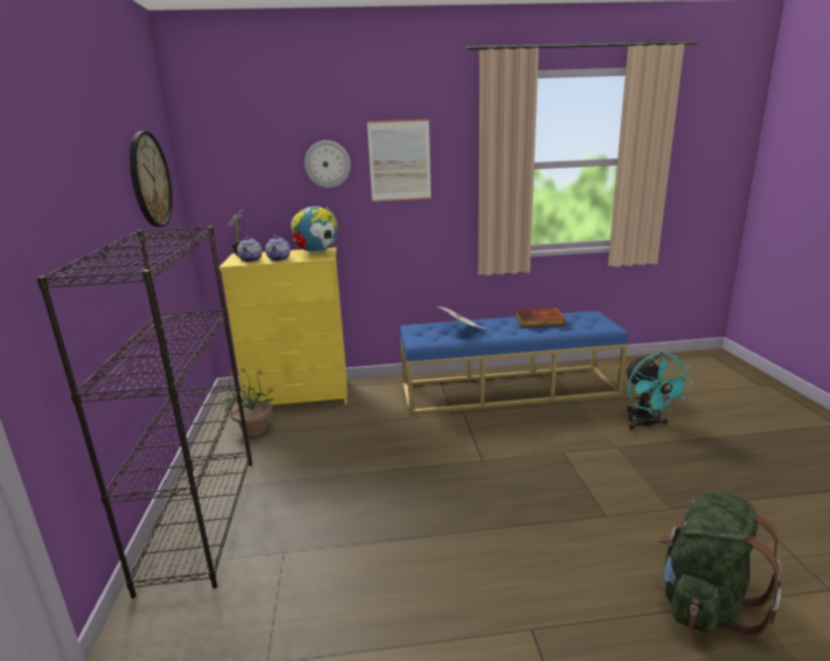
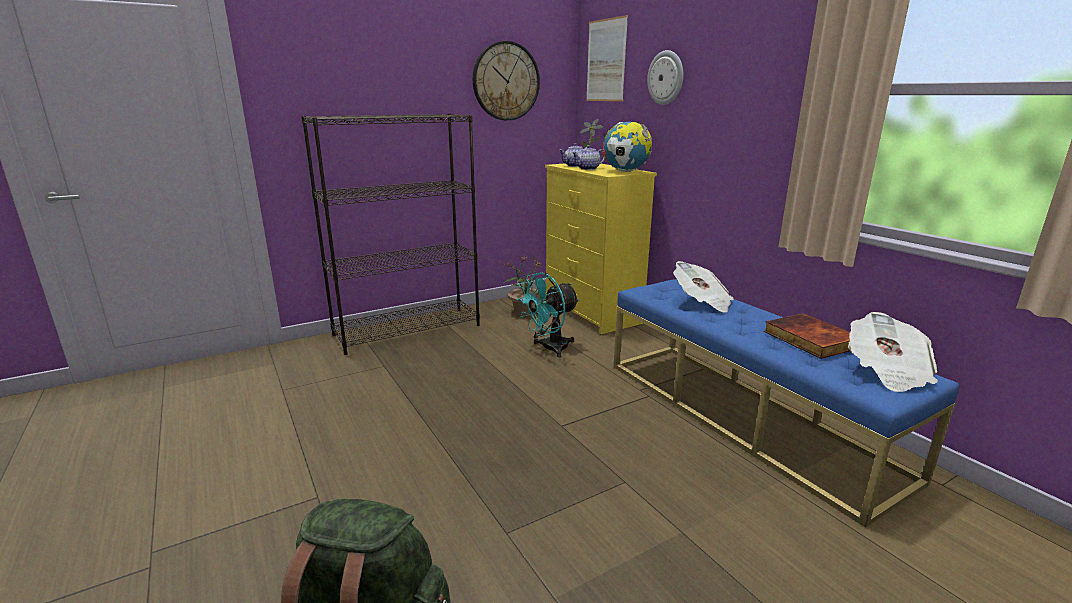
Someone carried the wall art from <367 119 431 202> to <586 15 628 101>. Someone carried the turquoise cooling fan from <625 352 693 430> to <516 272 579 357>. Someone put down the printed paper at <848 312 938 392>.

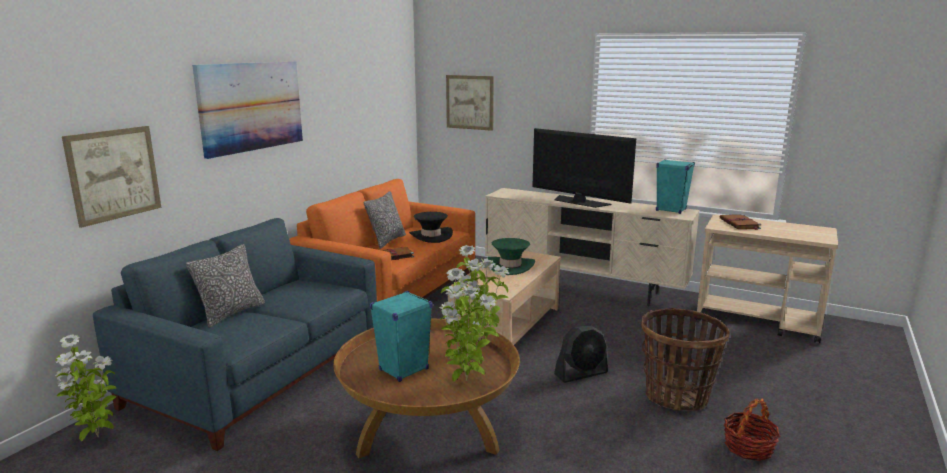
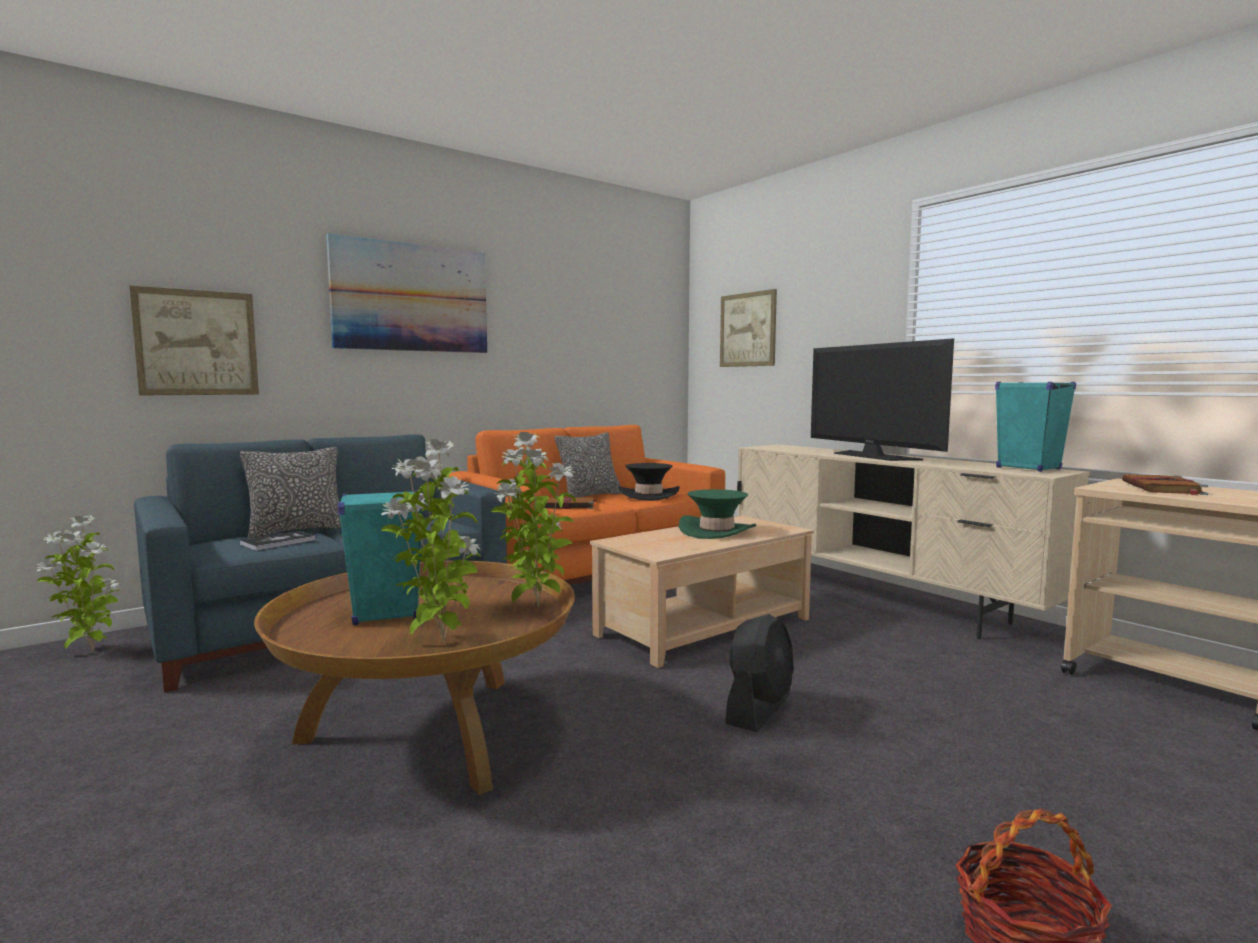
Someone took away the household basket at <641 308 730 411>. Someone rotated the black-coloured cooling fan at <554 326 608 383> by 60 degrees counterclockwise. Someone put down the bound book at <240 531 316 551>.

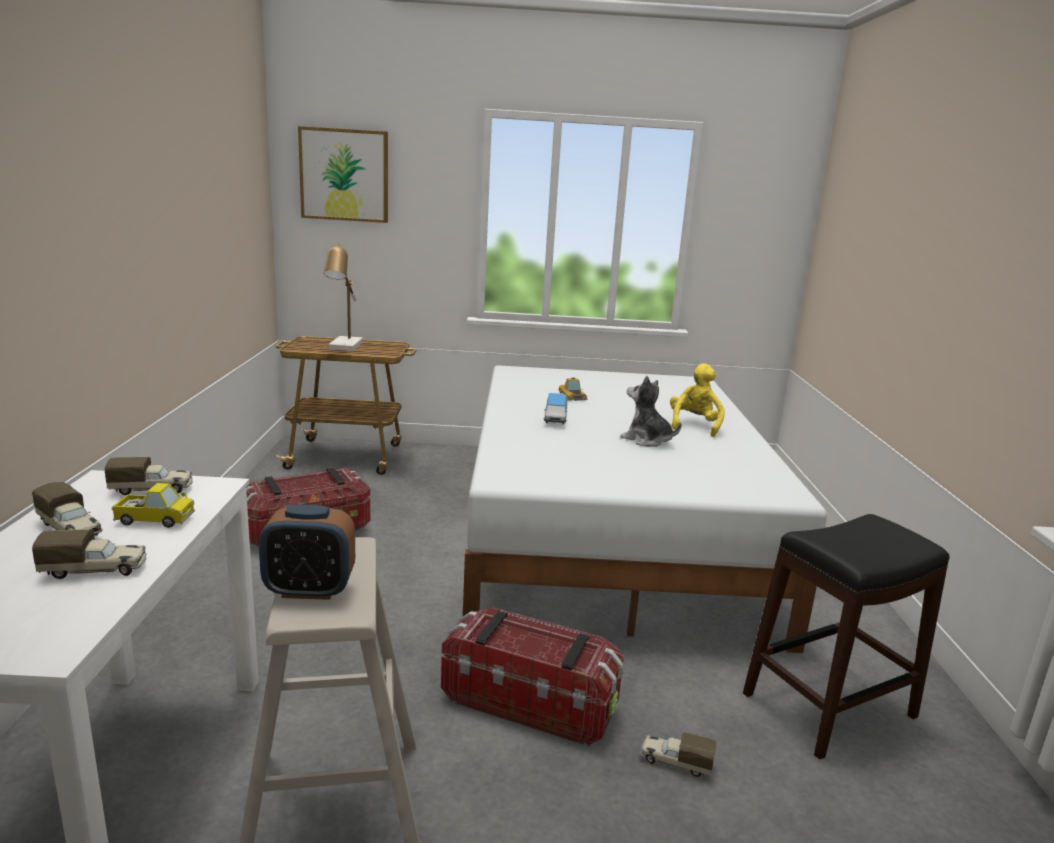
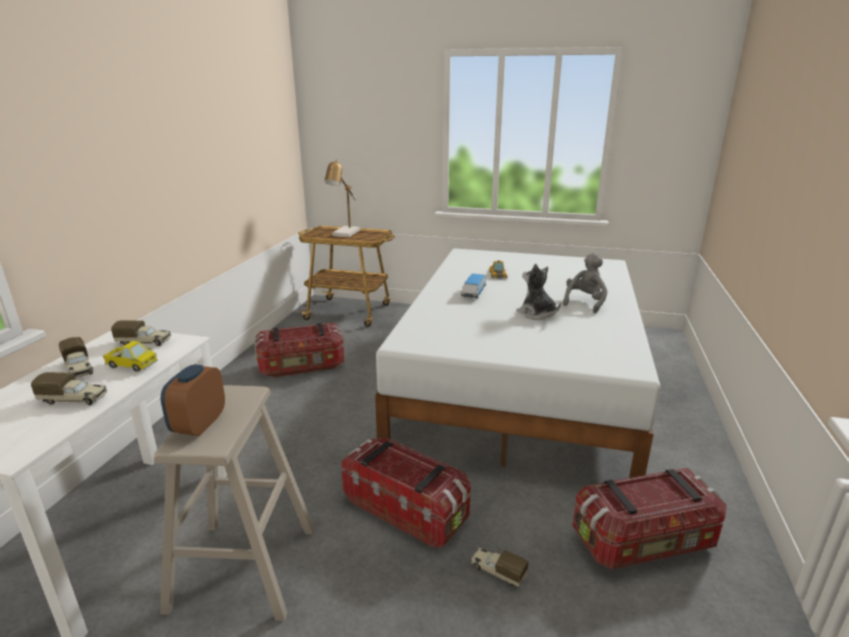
Someone took away the wall art at <298 126 388 223>. Someone repainted the yellow-coloured plush toy at <670 363 725 437>, which became the gray plush toy at <563 253 608 313>. Someone rotated the bedside clock at <259 505 355 600> by 90 degrees clockwise. Someone swapped the black-coloured sitting stool at <743 514 950 760> for the storage container at <572 468 727 569>.

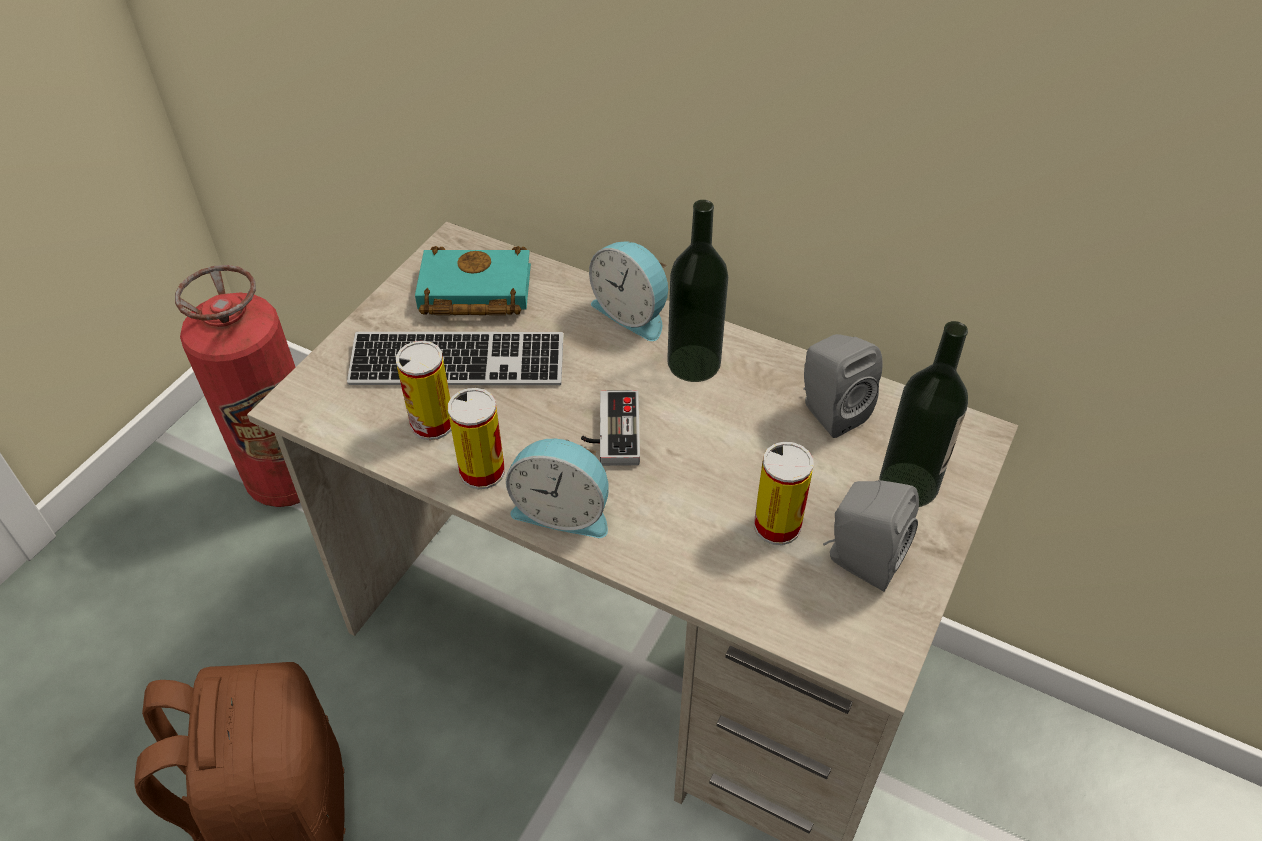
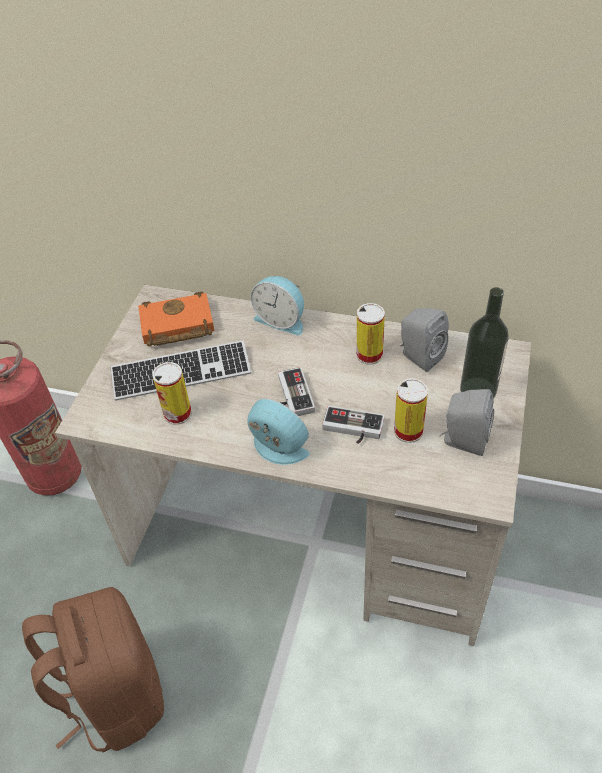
Someone took away the bottle at <667 200 728 382>. Someone repainted the turquoise bound book at <415 246 531 315>, which became the orange-coloured bound book at <138 292 214 347>. Someone carried the metal can from <448 388 505 489> to <356 303 385 364>. Someone rotated the bedside clock at <506 439 609 538> by 150 degrees counterclockwise. Someone put down the gamepad at <322 406 385 444>.

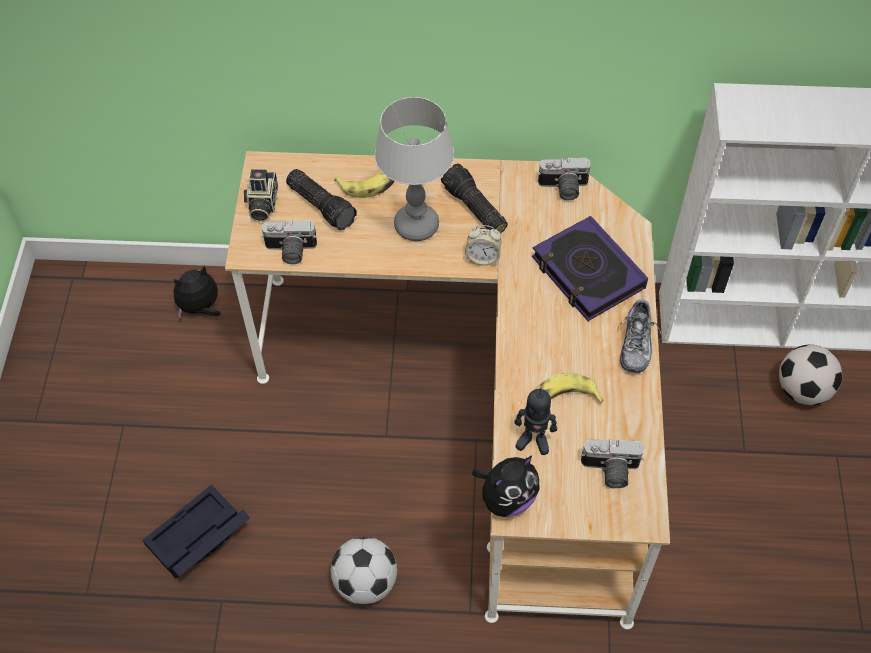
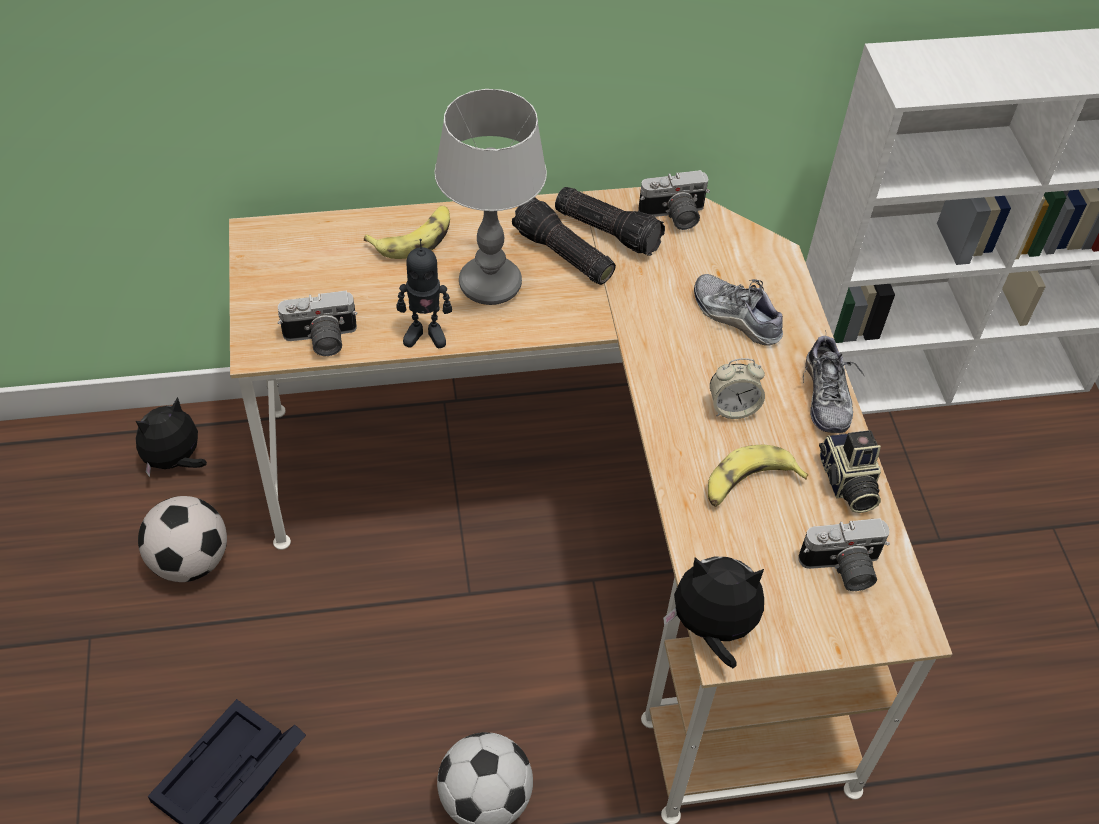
Someone carried the photo camera from <244 169 278 222> to <819 430 881 513>. Someone carried the hand torch from <286 169 357 230> to <555 187 665 256>. Someone swapped the bound book at <532 216 648 321> for the shoe at <694 274 783 346>. Someone carried the bedside clock from <465 225 501 266> to <710 358 765 419>. Someone carried the ball for football from <779 344 842 405> to <138 496 227 582>. Someone carried the model robot from <514 388 557 455> to <397 239 452 348>. Someone rotated the plush toy at <472 455 539 517> by 120 degrees counterclockwise.

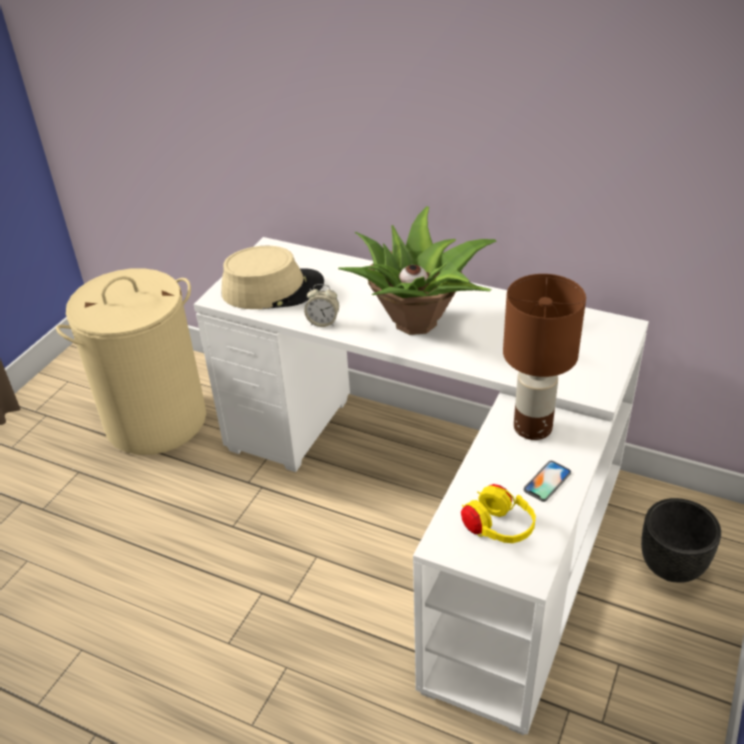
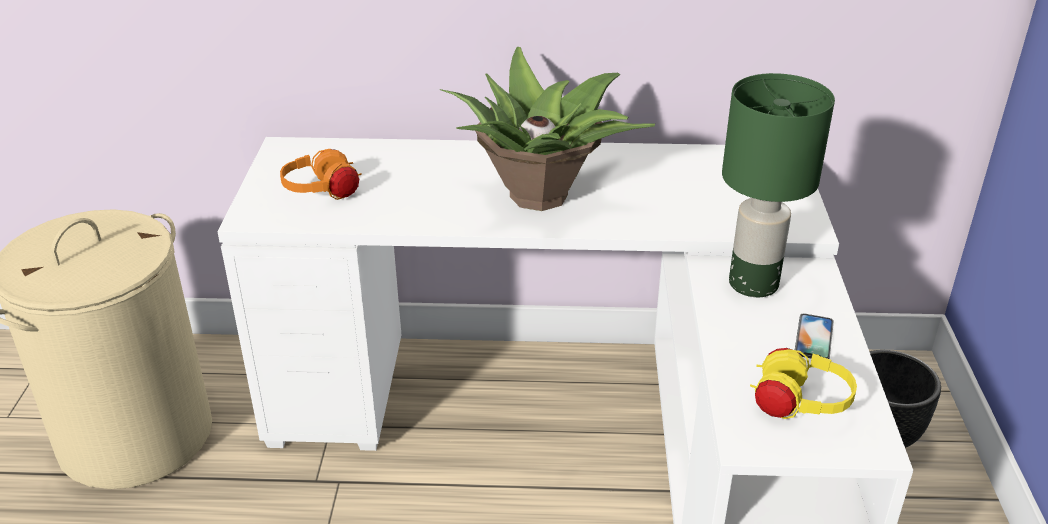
Someone swapped the beige wearable hat at <222 246 324 309> for the orange-coloured headphones at <280 149 362 200>. Someone repainted the brown-coloured lamp for a table at <503 274 586 440>, which became the greenish lamp for a table at <722 73 835 297>. Someone took away the bedside clock at <304 284 339 327>.

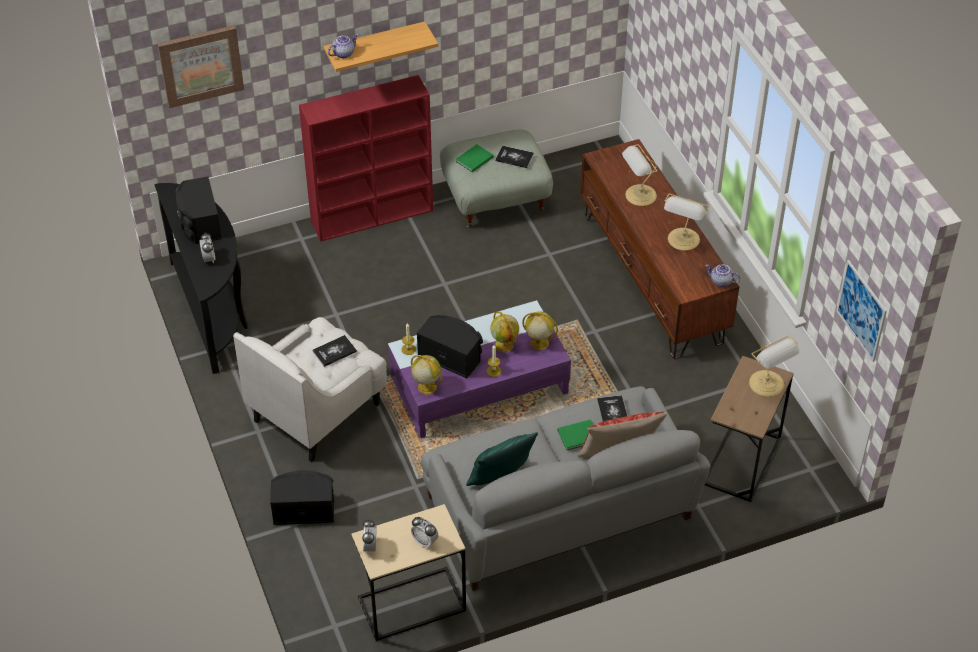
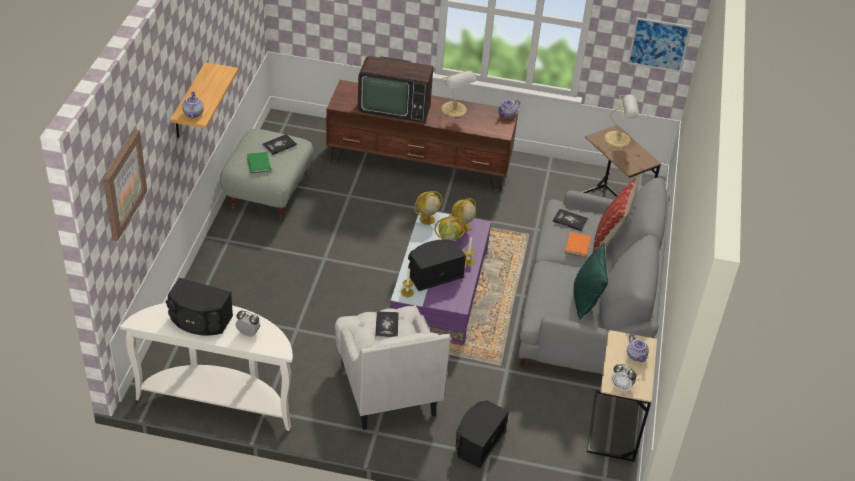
Someone took away the reddish shelving unit at <299 75 433 242>. Someone swapped the lamp for a table at <622 144 657 206> for the TV set at <358 56 433 123>. Someone repainted the black-coloured hall table at <154 183 248 374>, which became the whitish hall table at <120 303 293 431>. Someone carried the world globe from <411 355 442 395> to <414 191 443 225>. Someone repainted the greenish bound book at <557 419 593 450>, which became the orange-coloured bound book at <565 232 591 257>. Someone swapped the bedside clock at <411 517 438 548> for the tea pot at <627 334 649 362>.

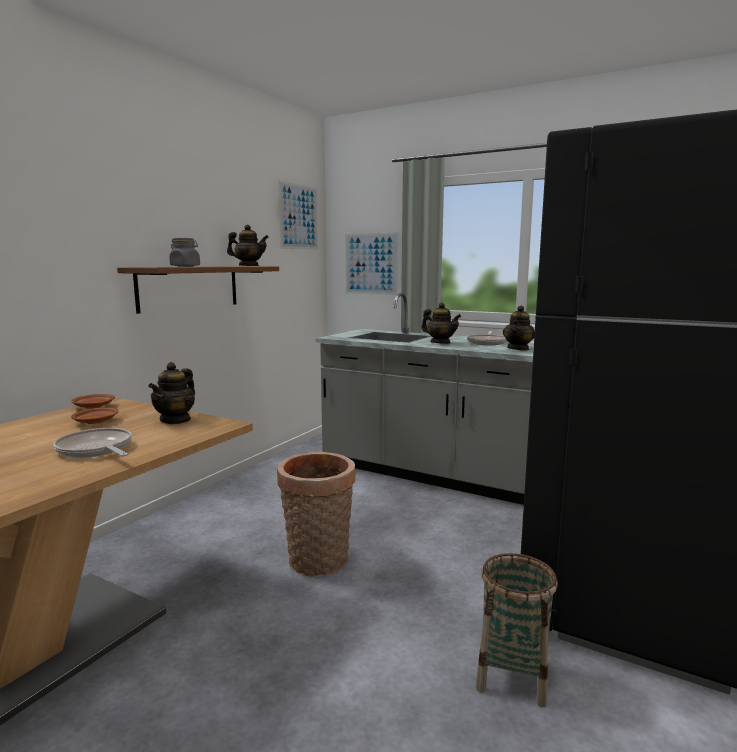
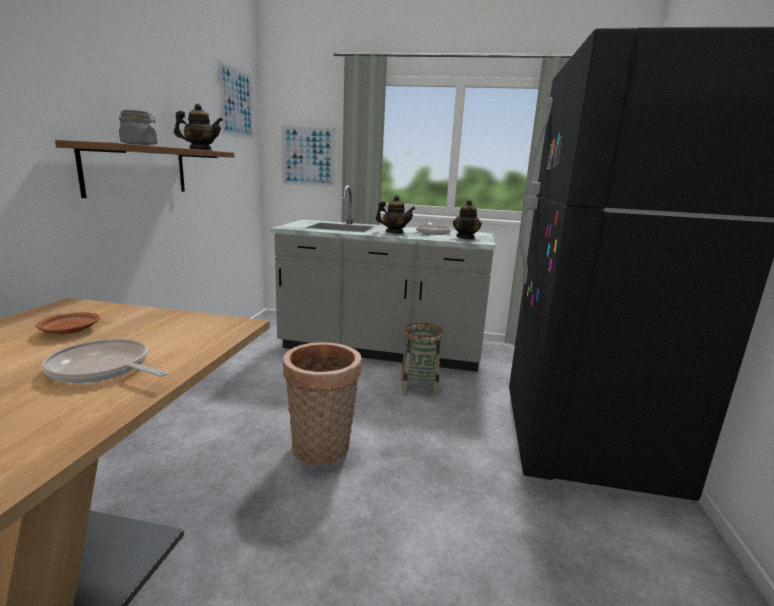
Someone took away the tea pot at <148 362 195 424>. Someone took away the brown-coloured dinner plate at <71 394 115 409>. Someone carried the household basket from <476 553 558 707> to <400 323 443 397>.

